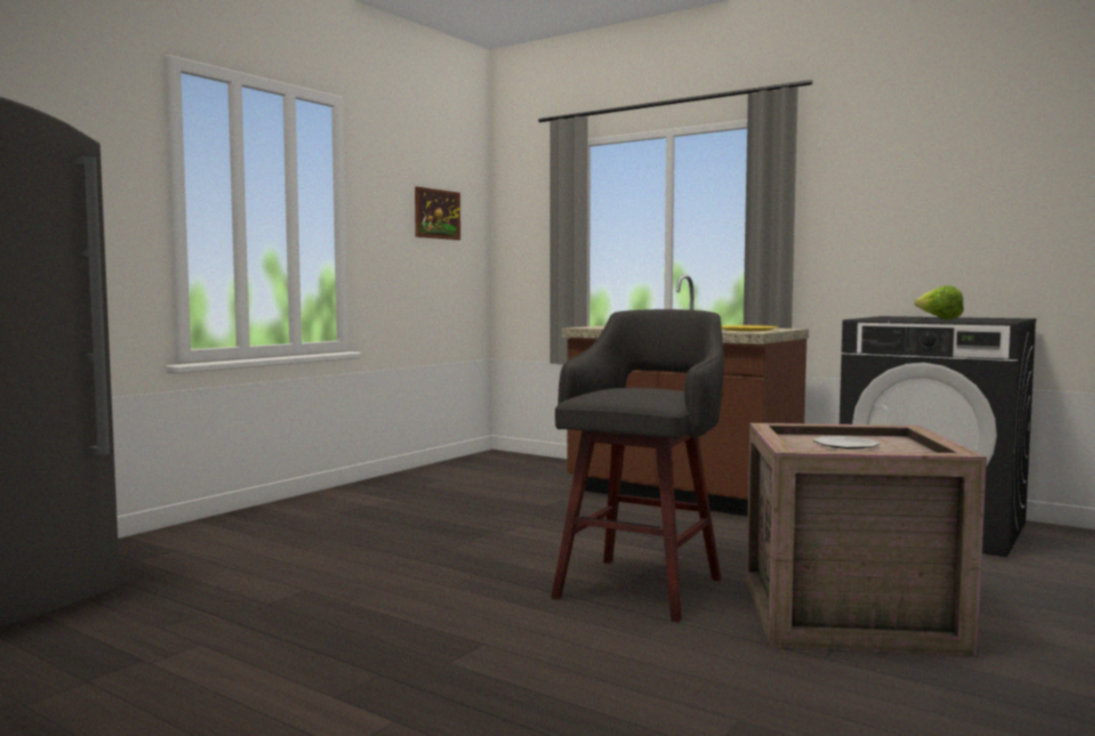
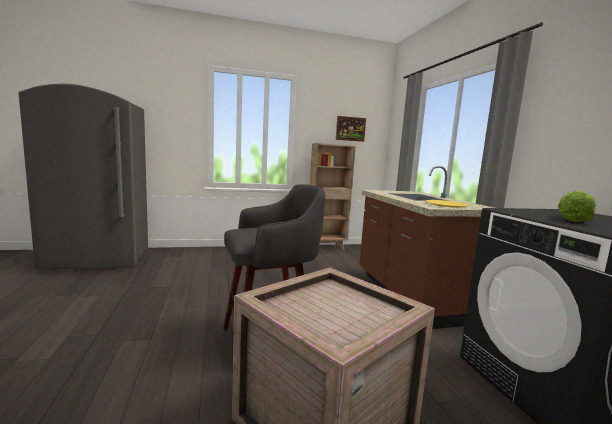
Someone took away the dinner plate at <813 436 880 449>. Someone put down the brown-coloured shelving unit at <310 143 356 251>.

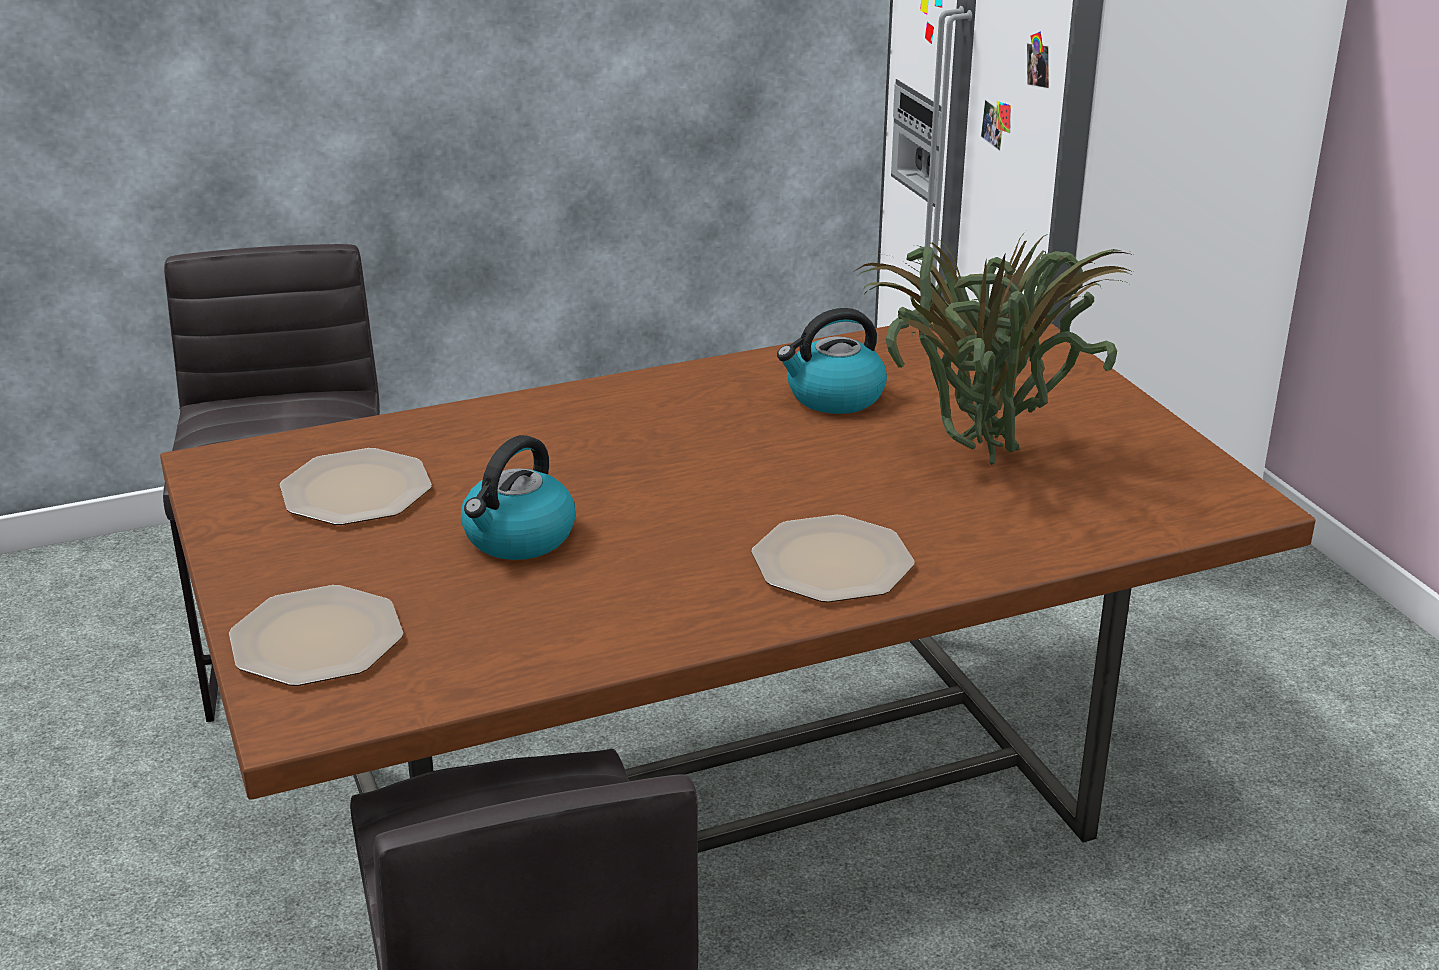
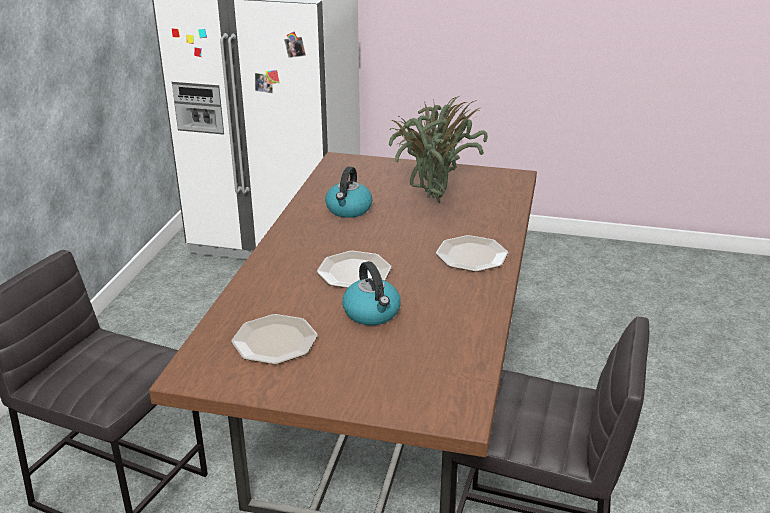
Someone carried the dinner plate from <229 585 403 686> to <317 251 392 288>.

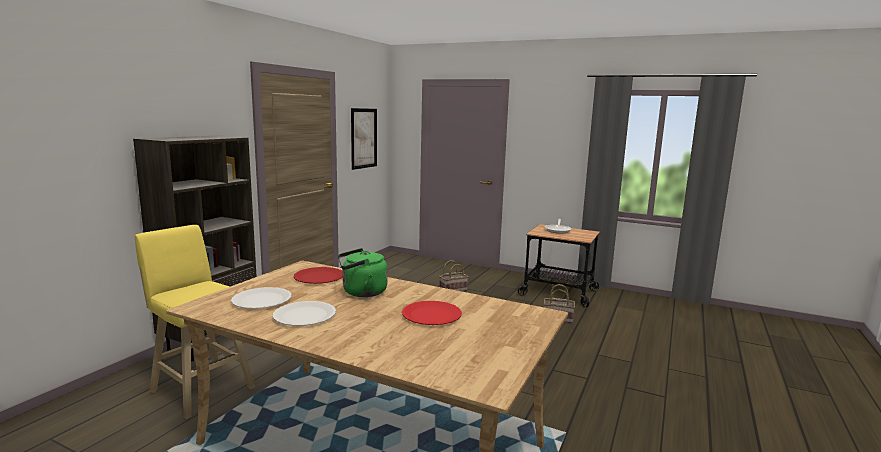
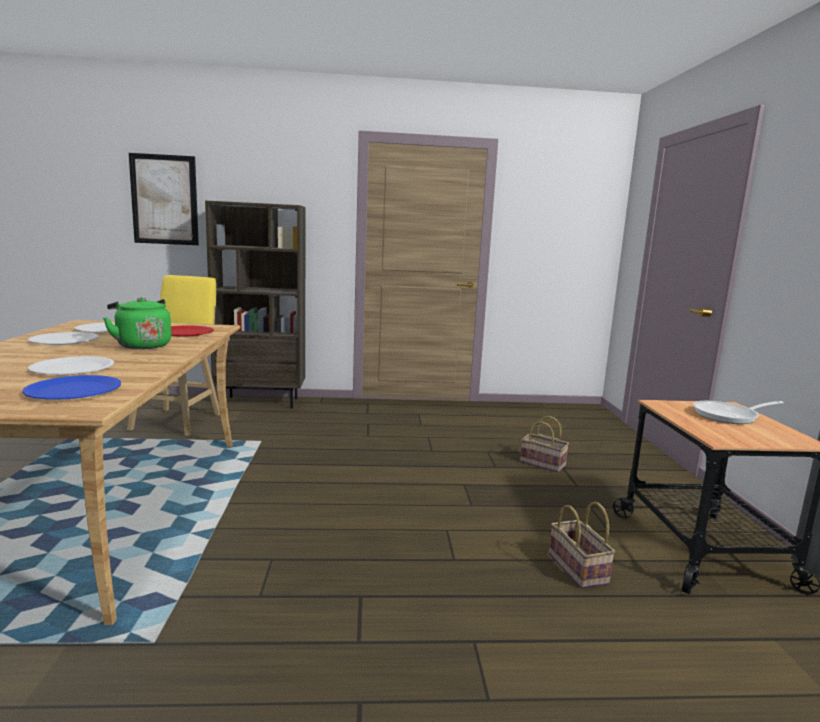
Someone carried the wall art from <351 108 377 170> to <129 153 199 245>. Someone repainted the reddish dinner plate at <402 301 462 325>, which became the whitish dinner plate at <28 356 114 375>. Someone put down the blue dinner plate at <22 375 121 399>.

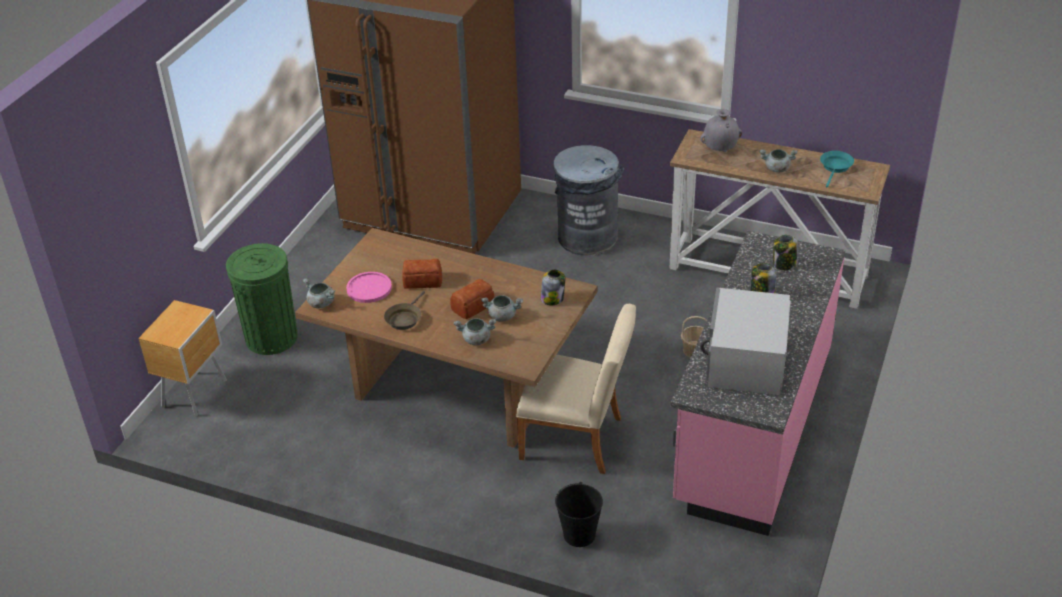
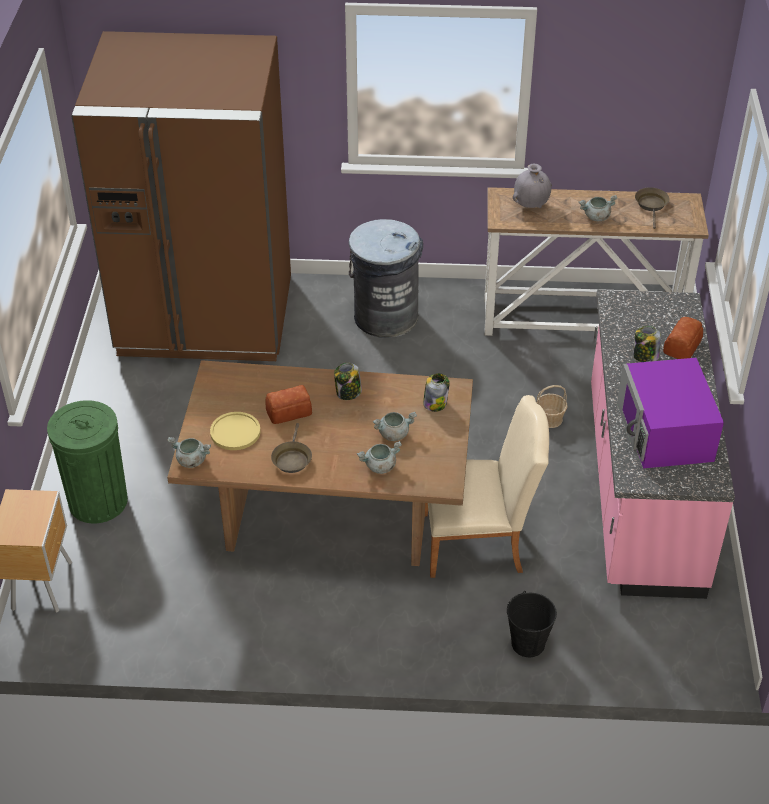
Someone repainted the turquoise pan at <820 151 854 187>, which became the brown-coloured pan at <635 187 670 229>. Someone carried the jar from <773 235 798 270> to <334 363 362 400>. Someone repainted the pink-coloured dinner plate at <346 272 392 303>, which became the yellow-coloured dinner plate at <210 412 261 450>. Someone carried the baked bread from <450 279 495 319> to <663 317 703 359>. Someone repainted the whitish microwave at <700 287 791 395>, which became the purple microwave at <617 358 724 468>.

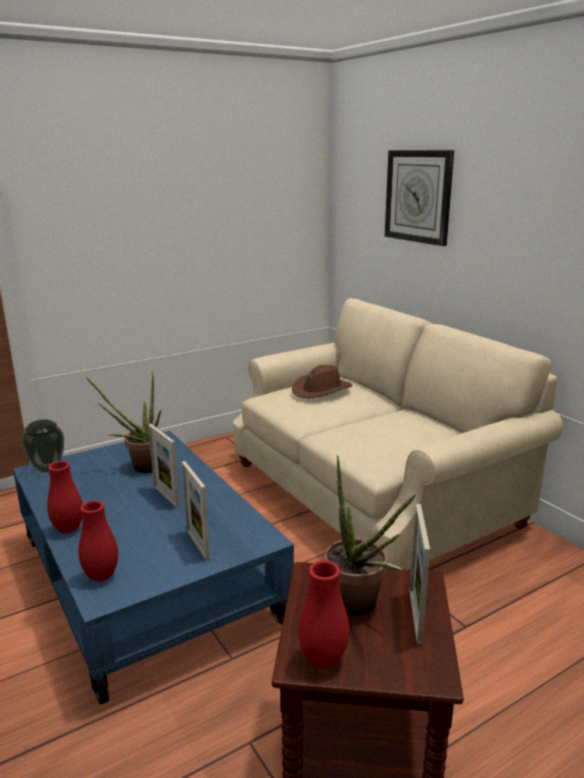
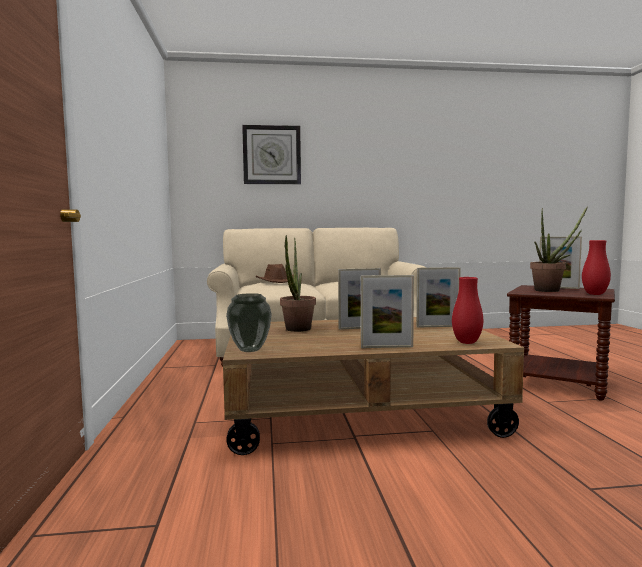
Someone repainted the blue lounge table at <13 431 294 705>, which became the brown-coloured lounge table at <223 317 524 455>. Someone swapped the reddish vase at <47 461 83 533> for the picture frame at <361 275 414 348>.

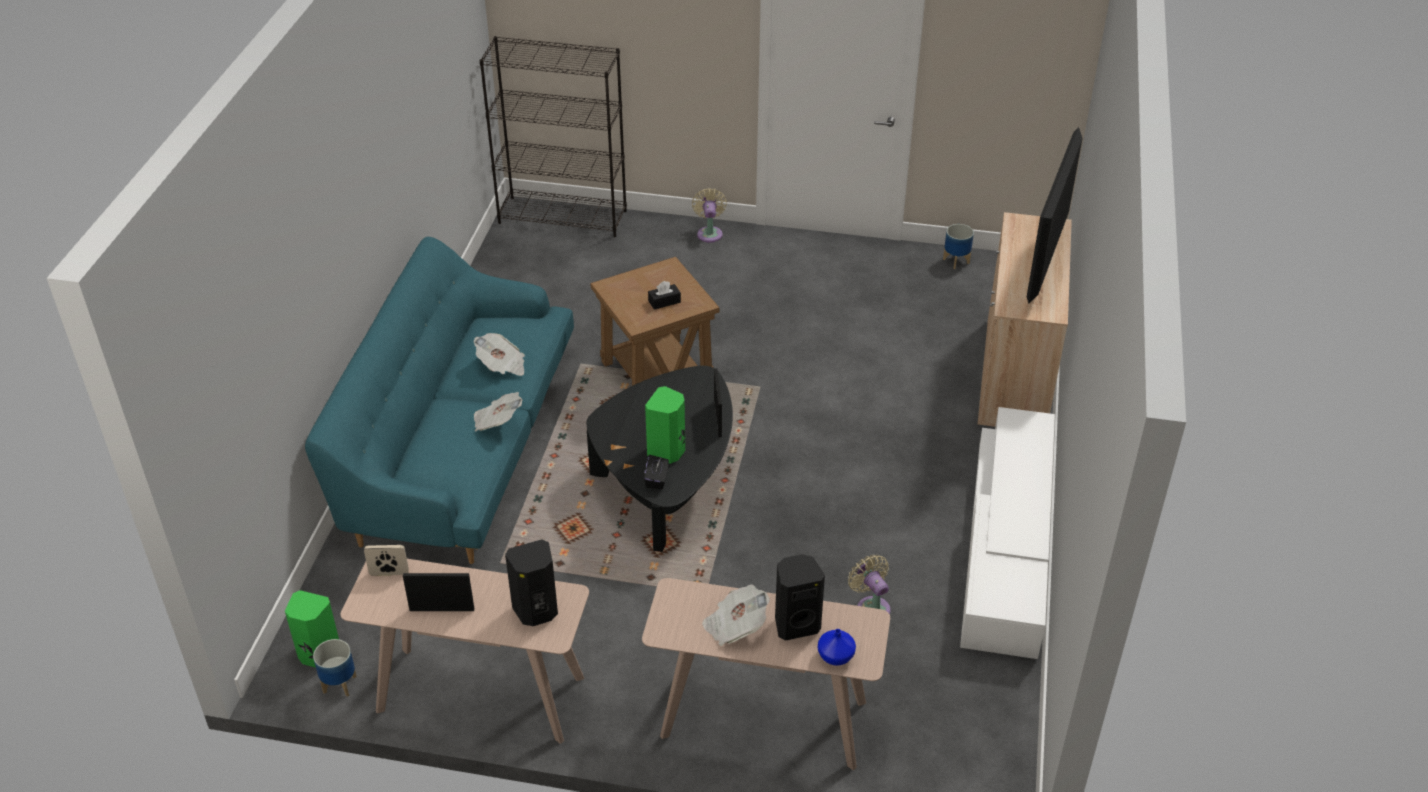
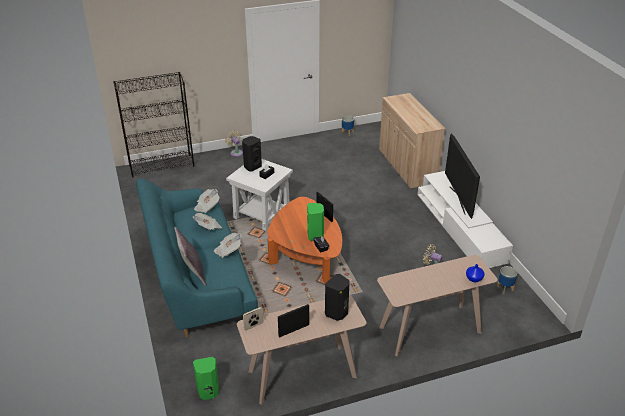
Someone carried the TV set from <1027 127 1083 304> to <445 133 480 219>. Someone repainted the brown-coloured end table at <590 257 720 386>, which became the whitish end table at <226 159 293 231>. Someone repainted the black-coloured lounge table at <586 366 733 552>, which became the orange-coloured lounge table at <267 197 342 283>. Someone carried the black-coloured speaker from <775 554 825 641> to <242 136 262 172>. Someone carried the printed paper from <702 585 770 646> to <194 189 220 213>. Someone carried the flower pot from <313 639 357 697> to <497 266 517 294>. Someone put down the gray throw pillow at <175 227 207 286>.

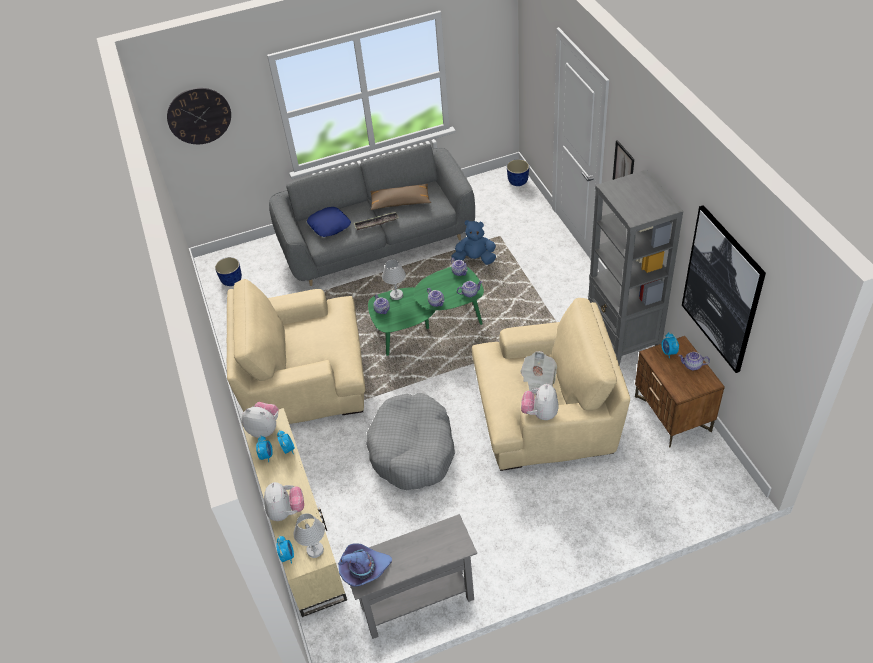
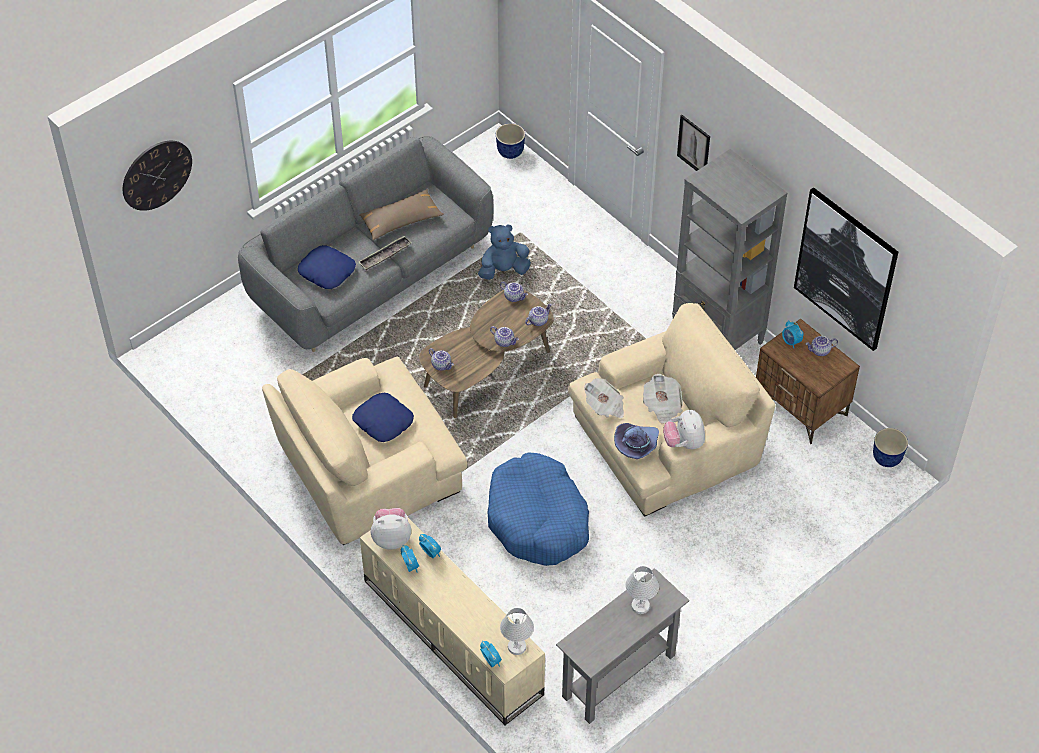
Someone carried the flower pot from <215 257 242 286> to <873 428 908 467>. Someone carried the whitish lamp for a table from <382 260 406 300> to <626 566 659 614>. Someone repainted the greenish lounge table at <368 267 484 356>, which became the brown-coloured lounge table at <419 290 554 418>. Someone repainted the gray dog bed at <366 393 455 490>, which became the blue dog bed at <488 452 589 566>. Someone took away the plush toy at <264 482 304 521>. Someone carried the purple wearable hat from <338 543 392 587> to <614 423 659 459>. Someone put down the printed paper at <584 378 624 418>. Someone put down the blue throw pillow at <352 393 414 442>.

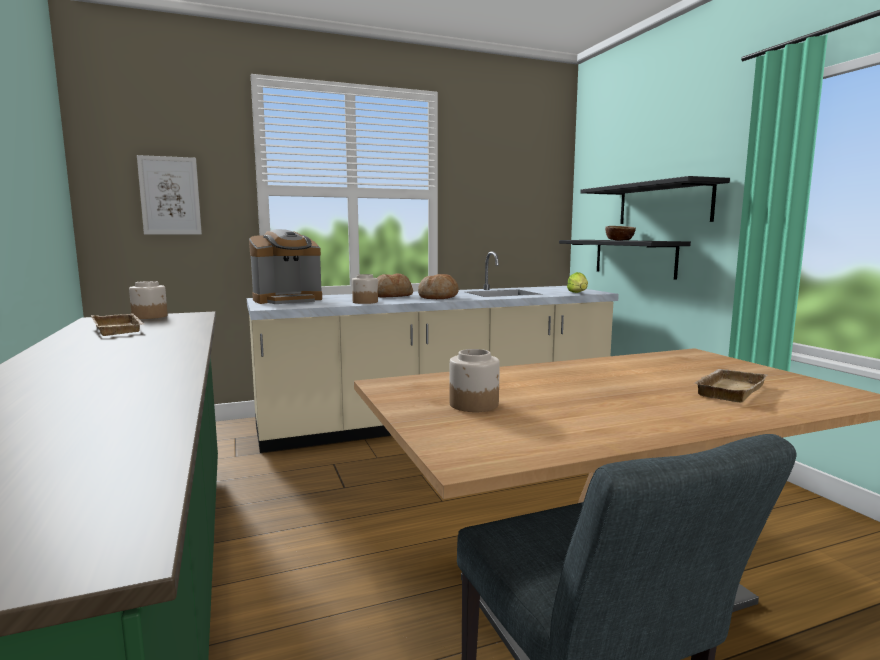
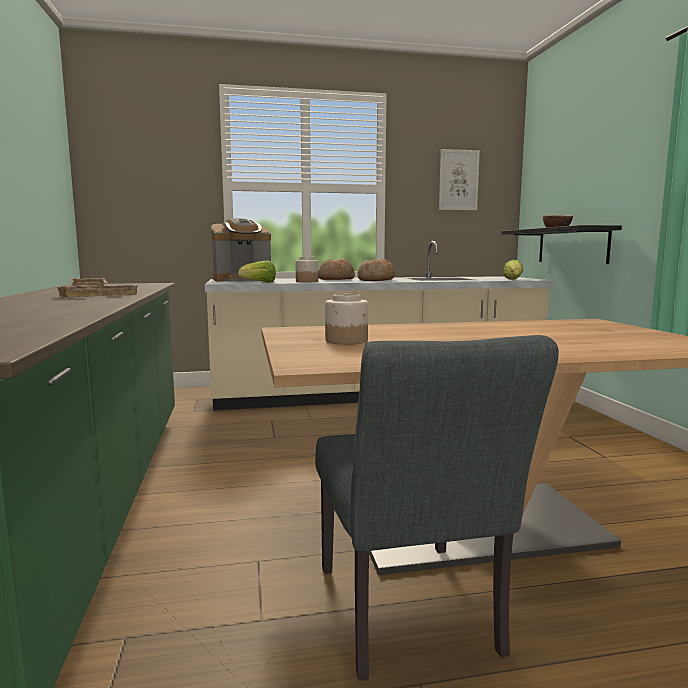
Someone carried the wall art from <137 155 202 235> to <439 149 480 210>. Someone took away the black-coloured bracket shelf at <580 176 730 224>. Someone took away the jar at <129 281 168 319>. Someone carried the beige carrying tray from <695 369 767 402> to <56 285 137 298>. Someone put down the lettuce at <238 260 276 282>.

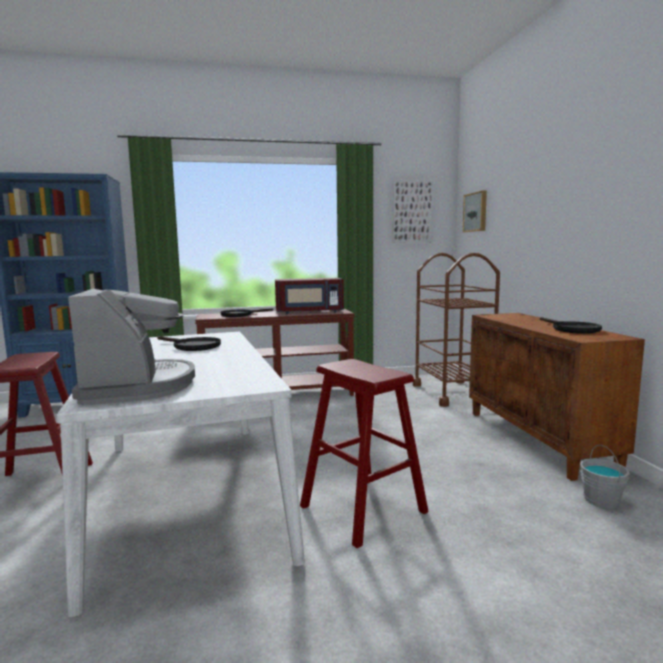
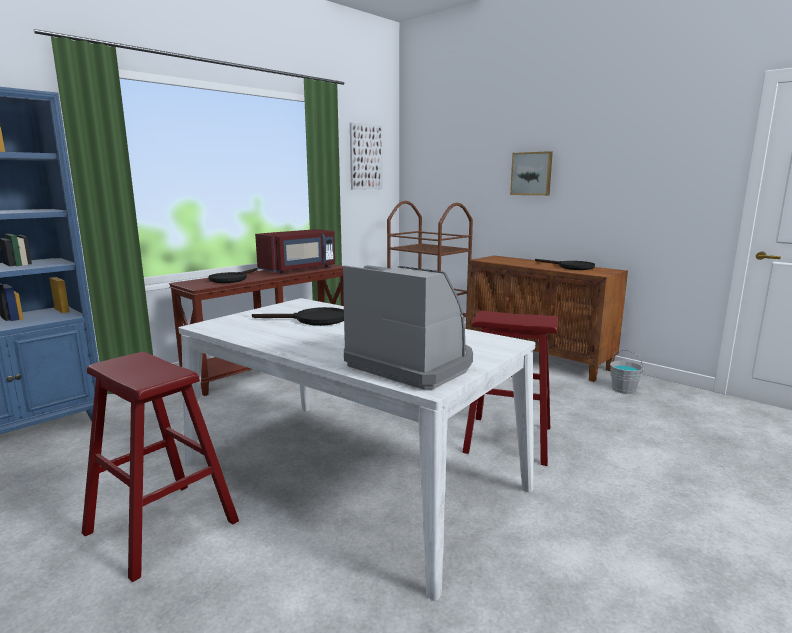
Someone carried the wall art from <463 191 487 232> to <510 151 553 196>.

